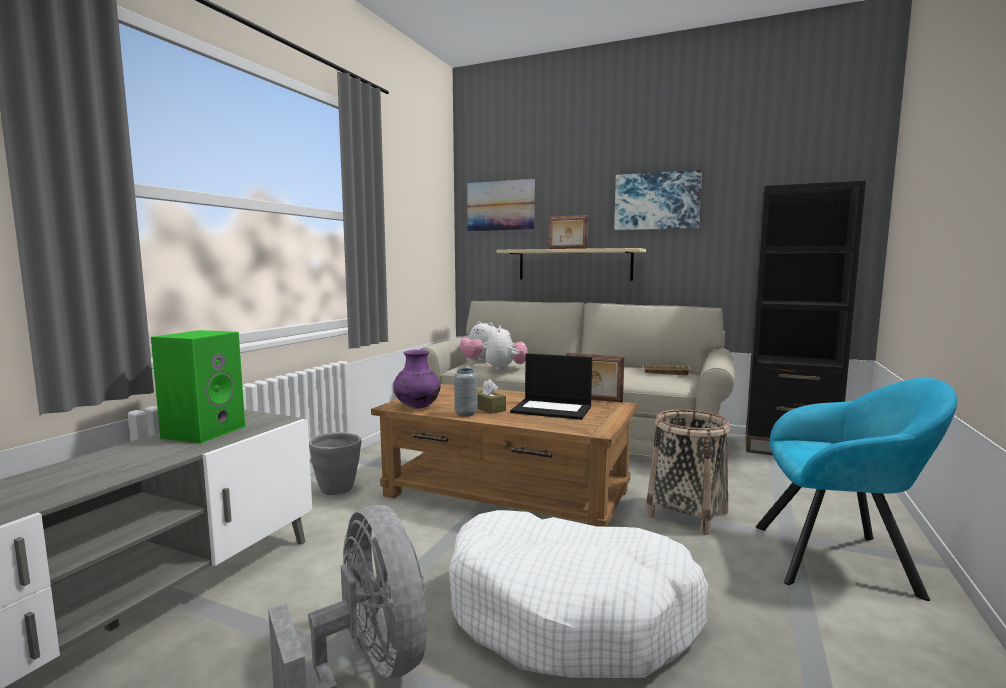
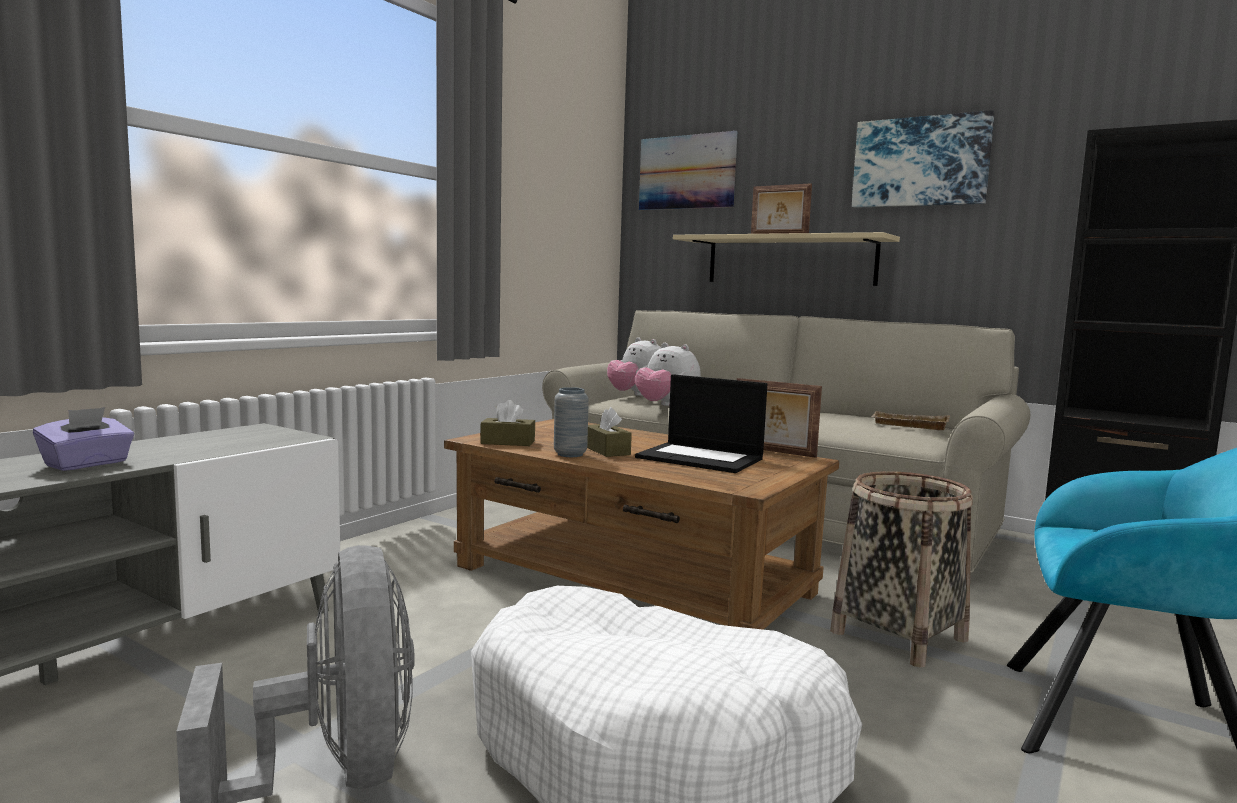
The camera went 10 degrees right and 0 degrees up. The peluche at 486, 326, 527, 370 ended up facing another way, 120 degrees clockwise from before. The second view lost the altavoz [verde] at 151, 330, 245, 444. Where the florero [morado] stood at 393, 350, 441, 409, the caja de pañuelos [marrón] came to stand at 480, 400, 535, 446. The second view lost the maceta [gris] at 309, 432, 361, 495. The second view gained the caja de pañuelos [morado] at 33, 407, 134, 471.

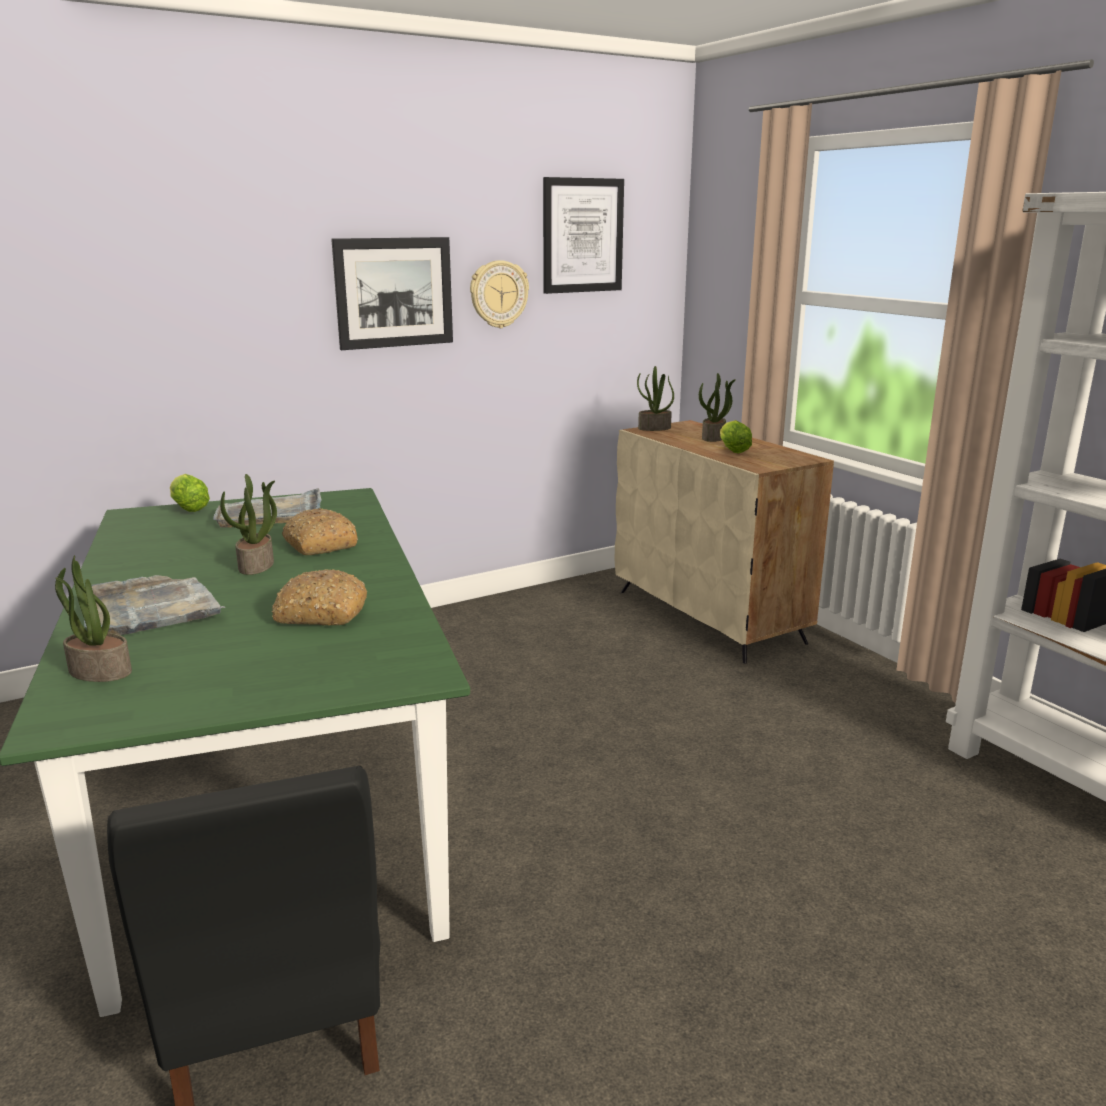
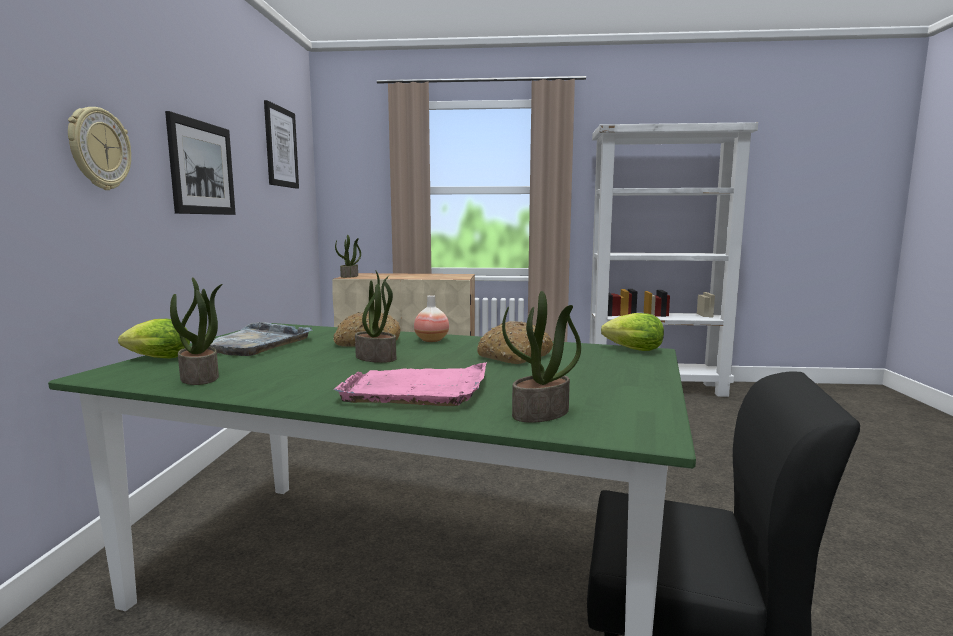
The camera went 55 degrees left and 10 degrees down. The reloj de pared ended up elsewhere, having gone from 470, 260, 529, 328 to 68, 107, 131, 190. The planta en maceta ended up elsewhere, having gone from 699, 373, 736, 442 to 170, 277, 222, 385. The lechuga ended up elsewhere, having gone from 720, 420, 752, 454 to 601, 313, 664, 351. What was the bandeja [gris] at 84, 575, 225, 635 turned into the bandeja [rosa] at 334, 362, 487, 406. The second view gained the florero at 414, 295, 449, 342.

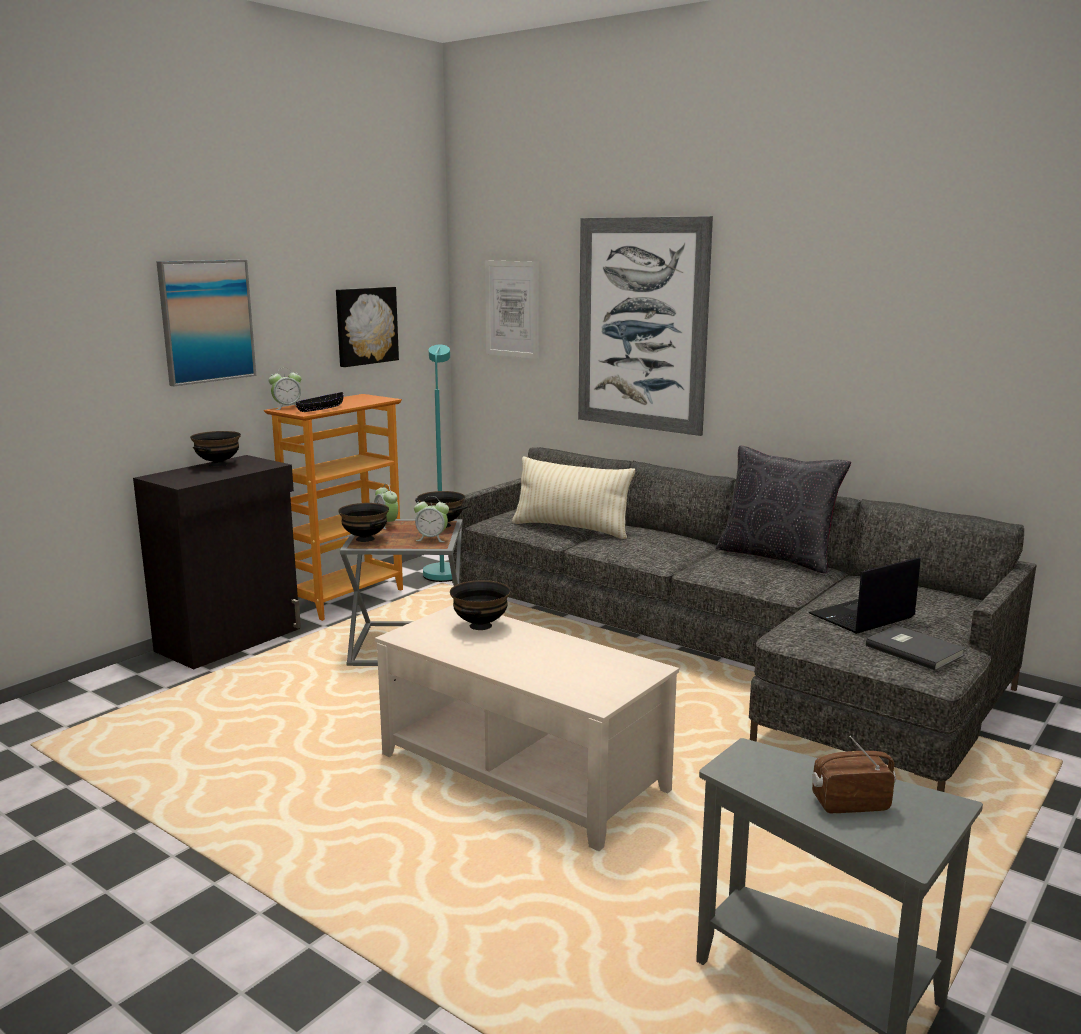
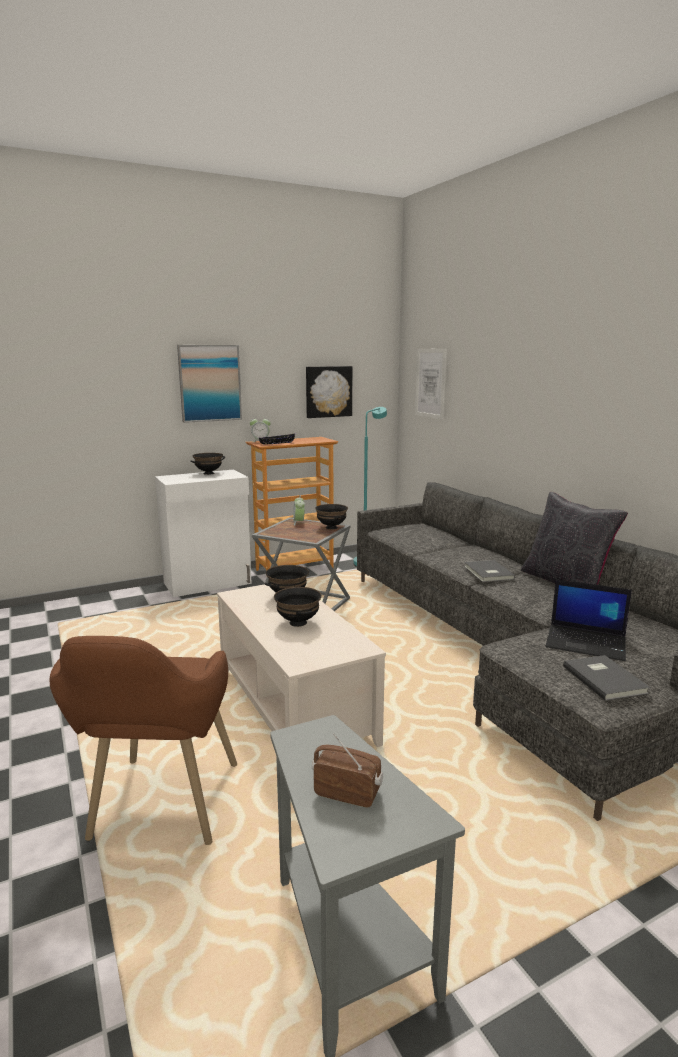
The camera went 25 degrees right and 0 degrees up. The second view lost the cuadro at 578, 216, 713, 436. What was the armario [negro] at 133, 455, 301, 669 turned into the armario [blanco] at 155, 470, 252, 597. The second view lost the cojín [beis] at 512, 457, 635, 539. The second view lost the despertador at 414, 496, 449, 542. The cuenco [negro] ended up elsewhere, having gone from 338, 503, 389, 542 to 274, 587, 322, 627. The portátil at 809, 557, 920, 634 ended up facing another way, 150 degrees counterclockwise from before. The second view gained the libro [gris] at 464, 560, 515, 582. The second view gained the sillón [marrón] at 50, 636, 237, 845.

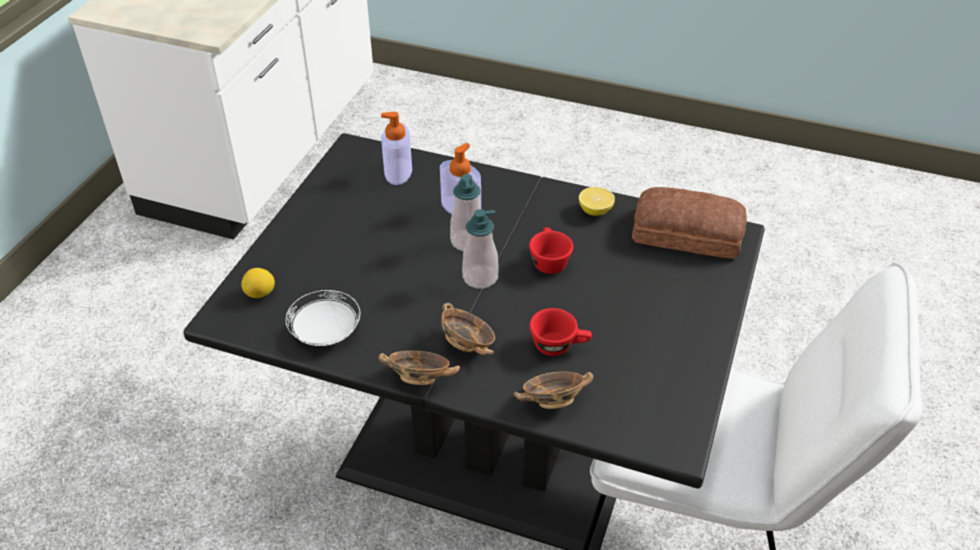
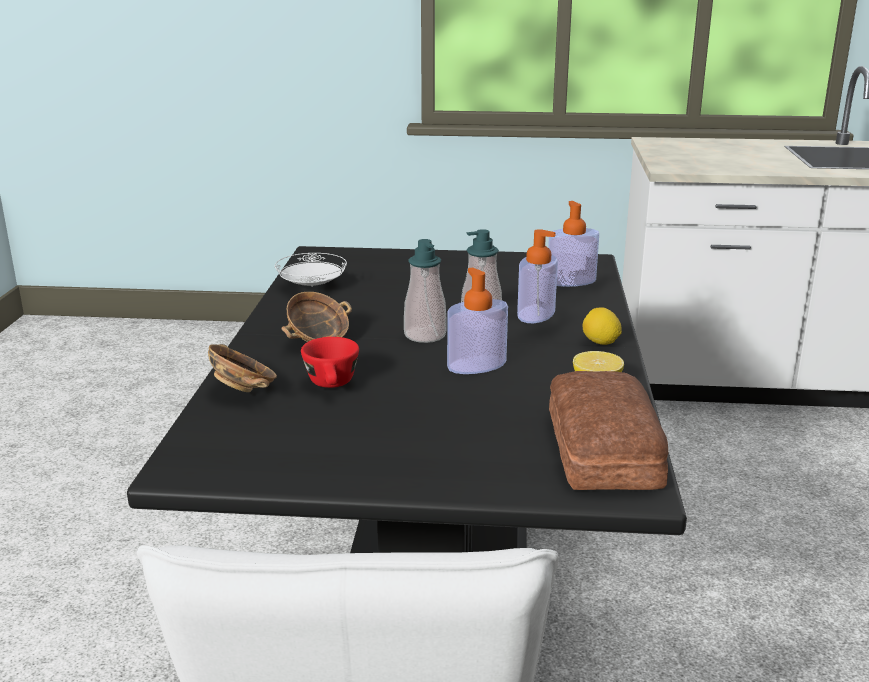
The camera went 75 degrees right and 20 degrees down. Where the taza [rojo] stood at 529, 228, 573, 274, the dispensador de jabón came to stand at 447, 268, 508, 374. The limón ended up elsewhere, having gone from 241, 268, 275, 298 to 583, 307, 622, 345. The second view lost the cuenco at 379, 351, 460, 385.

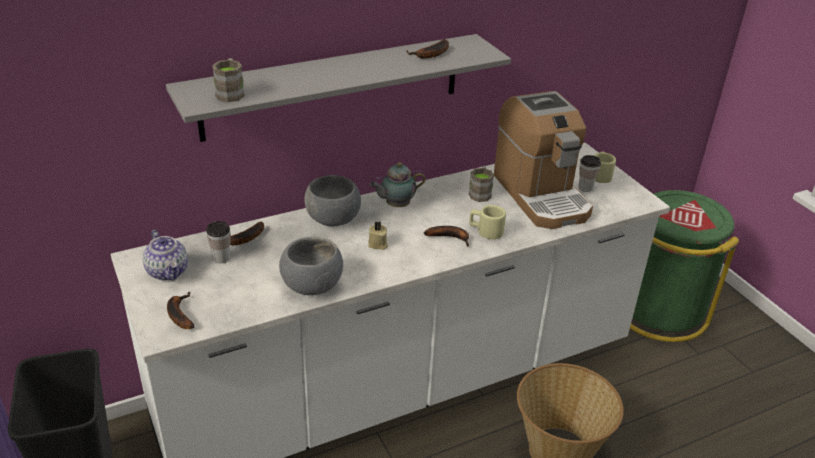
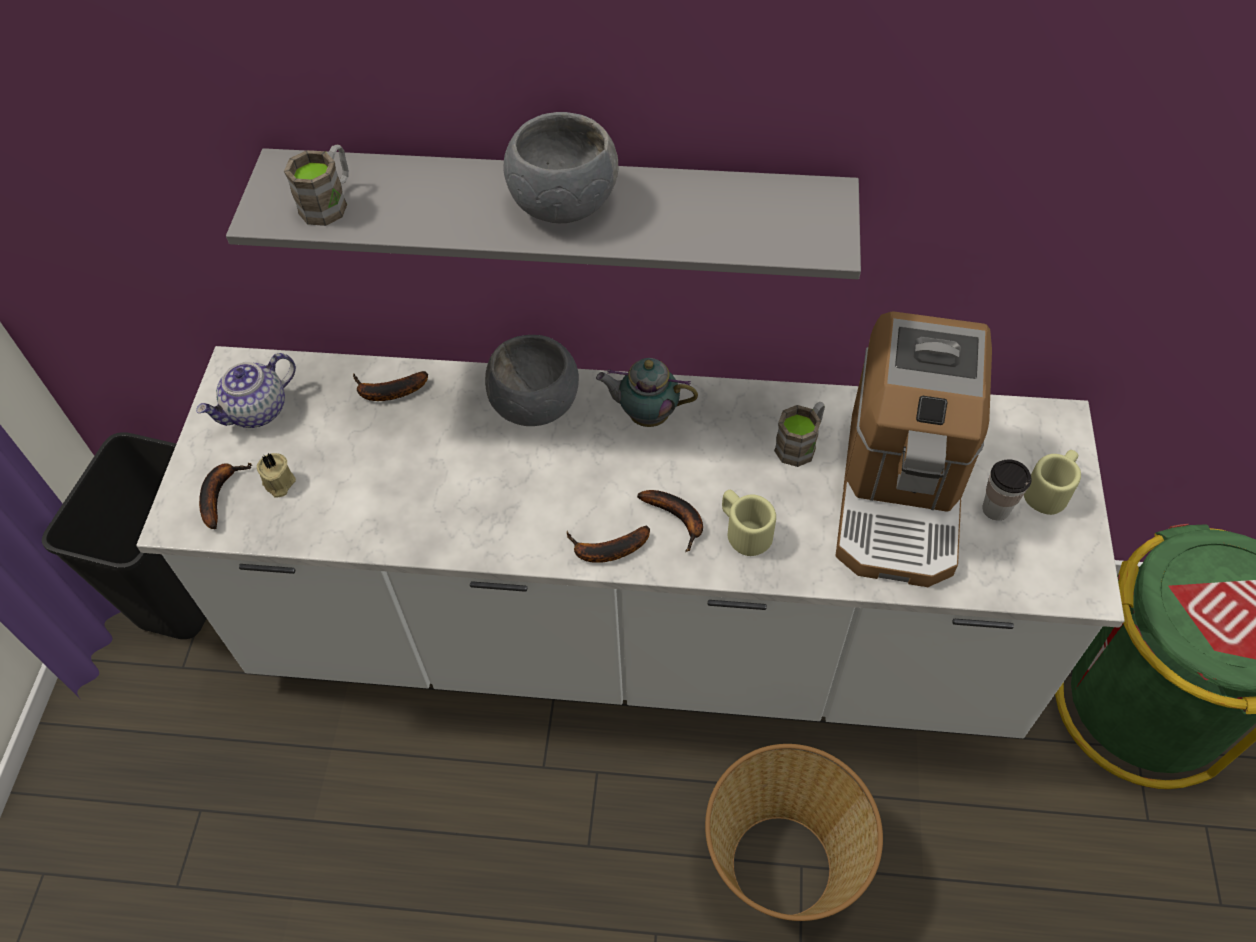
The camera went 35 degrees right and 20 degrees up. The plátano ended up elsewhere, having gone from 406, 39, 449, 59 to 567, 525, 650, 563. The second view lost the taza at 206, 221, 230, 264. The vela [beis] ended up elsewhere, having gone from 368, 221, 388, 250 to 257, 453, 296, 498. The tetera at 143, 230, 188, 281 ended up facing another way, 45 degrees clockwise from before. The cuenco [gris] ended up elsewhere, having gone from 279, 237, 343, 295 to 504, 112, 619, 223.

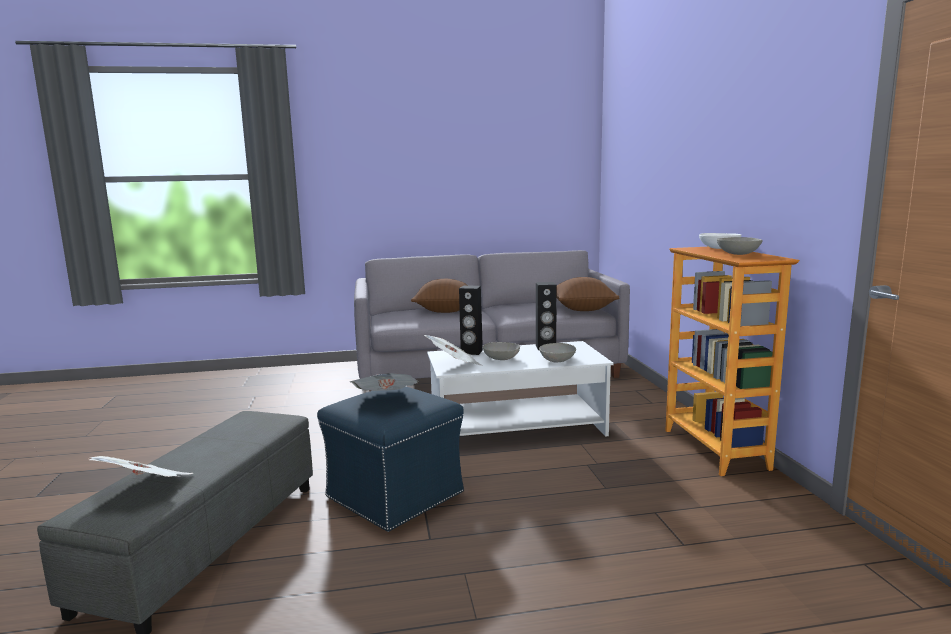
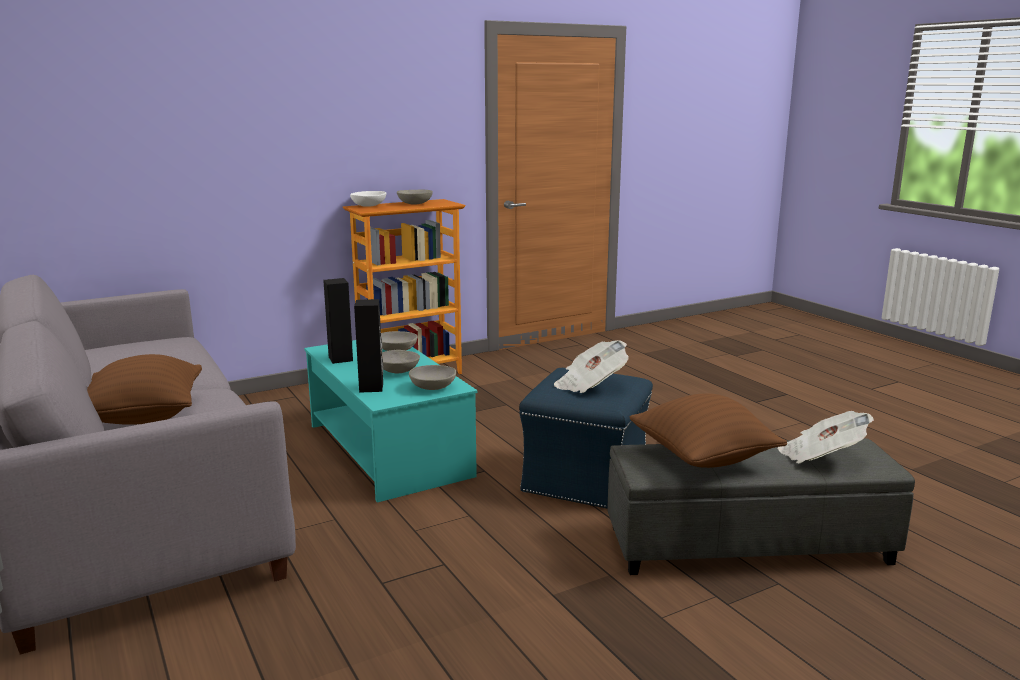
The camera went 110 degrees left and 5 degrees up. The cojín [marrón] ended up elsewhere, having gone from 557, 277, 619, 311 to 630, 393, 787, 468. Where the periódico stood at 424, 335, 483, 366, the cuenco [gris] came to stand at 409, 365, 456, 390. What was the mesa de centro [blanco] at 427, 341, 614, 437 turned into the mesa de centro [turquesa] at 304, 340, 478, 503.

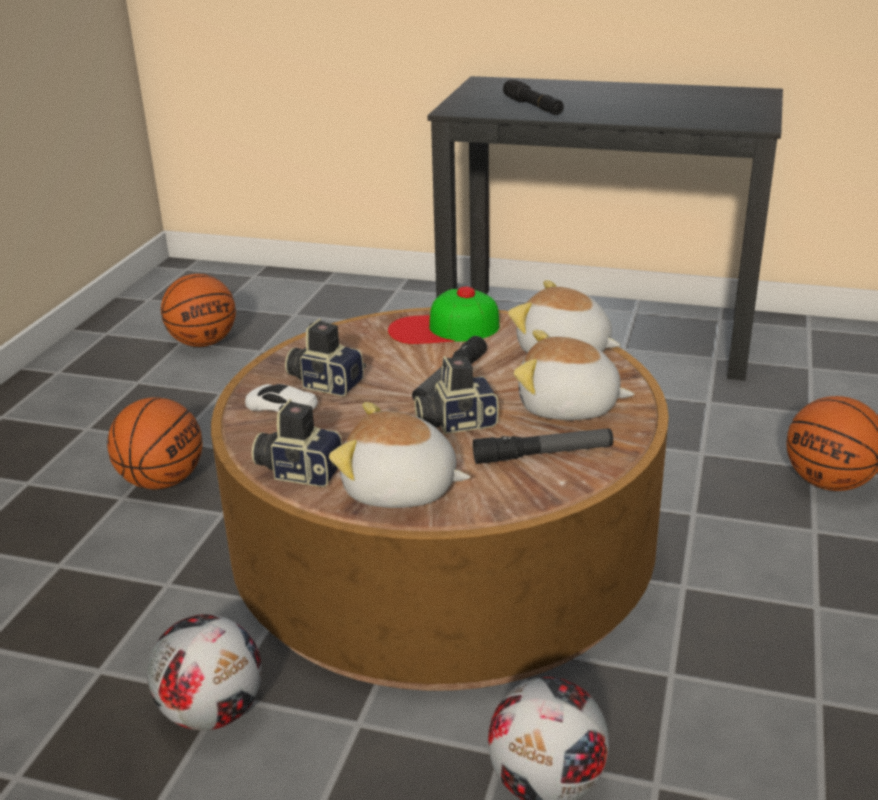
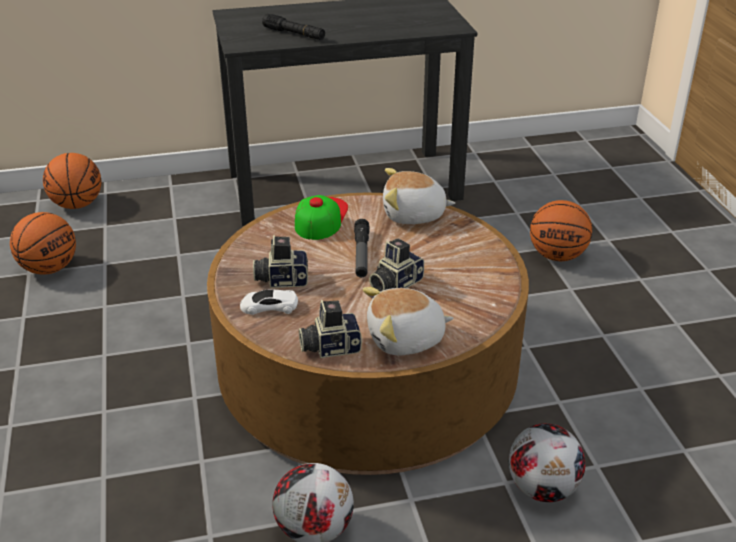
The camera went 30 degrees left and 5 degrees up. The gorra at 388, 287, 499, 344 ended up facing another way, 135 degrees clockwise from before. The second view lost the peluche at 514, 330, 634, 420. The balón de baloncesto ended up elsewhere, having gone from 107, 397, 203, 489 to 43, 153, 102, 209. The second view lost the linterna at 473, 428, 613, 464.

